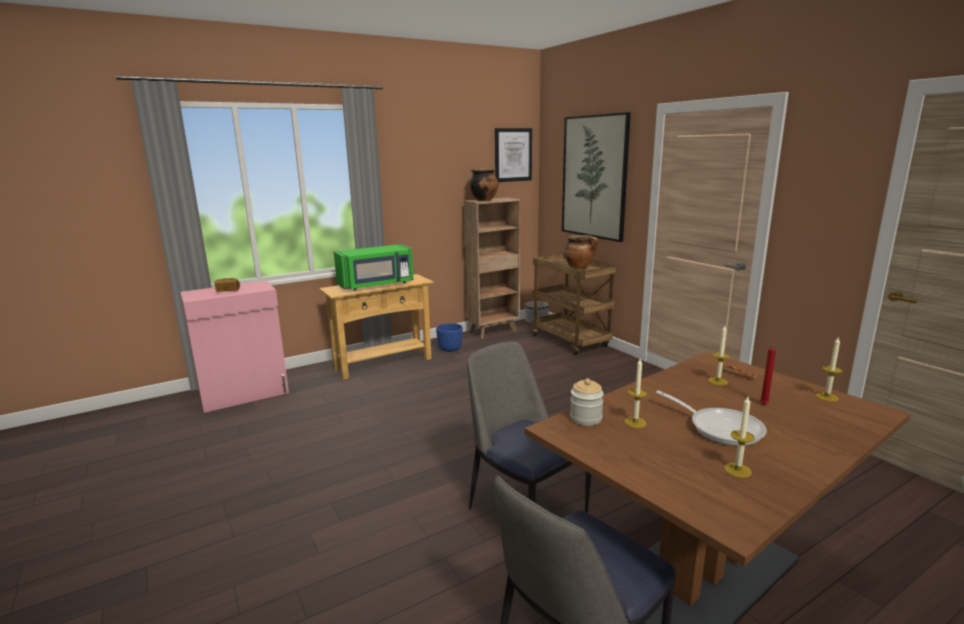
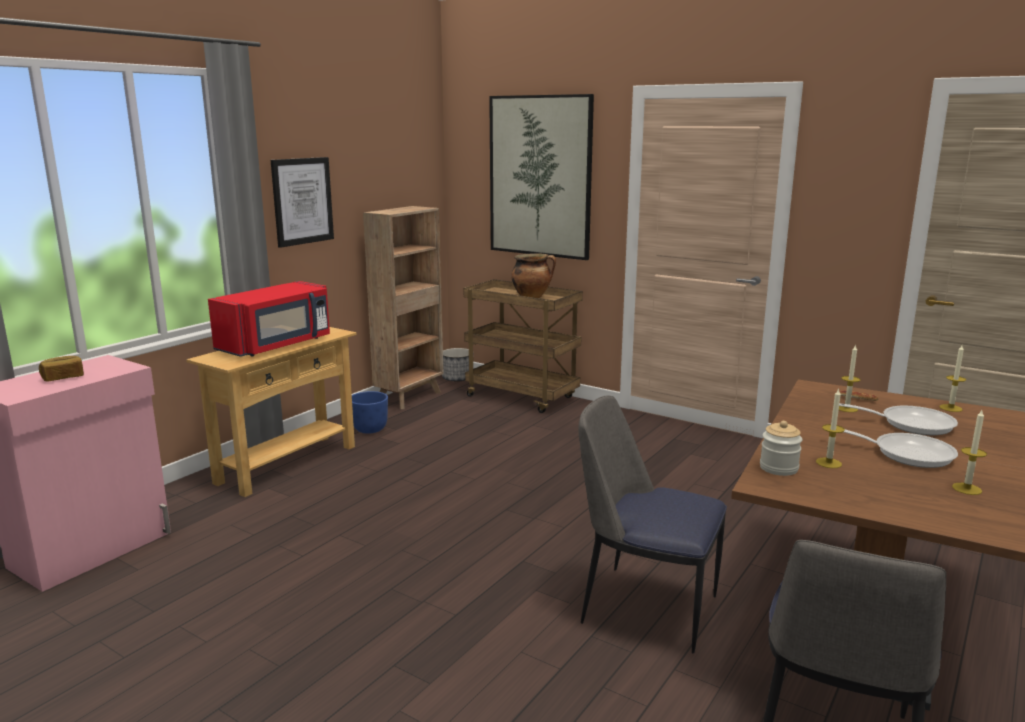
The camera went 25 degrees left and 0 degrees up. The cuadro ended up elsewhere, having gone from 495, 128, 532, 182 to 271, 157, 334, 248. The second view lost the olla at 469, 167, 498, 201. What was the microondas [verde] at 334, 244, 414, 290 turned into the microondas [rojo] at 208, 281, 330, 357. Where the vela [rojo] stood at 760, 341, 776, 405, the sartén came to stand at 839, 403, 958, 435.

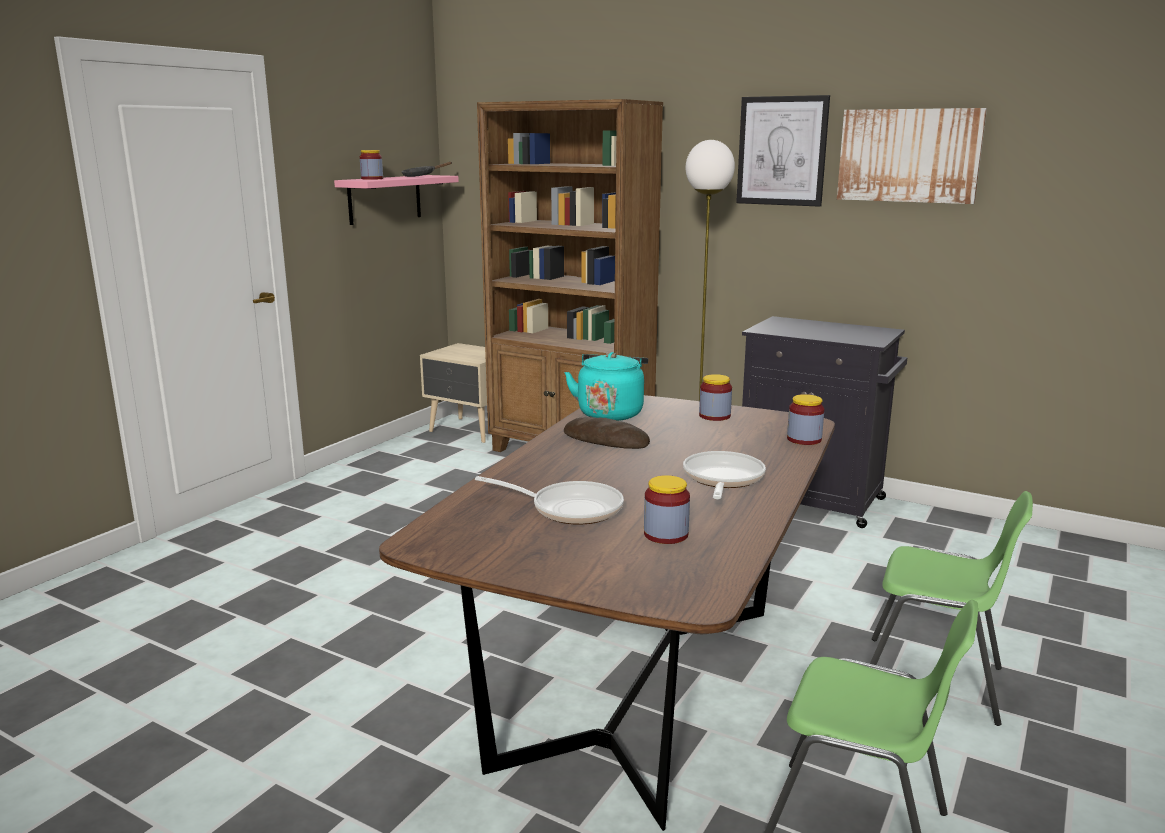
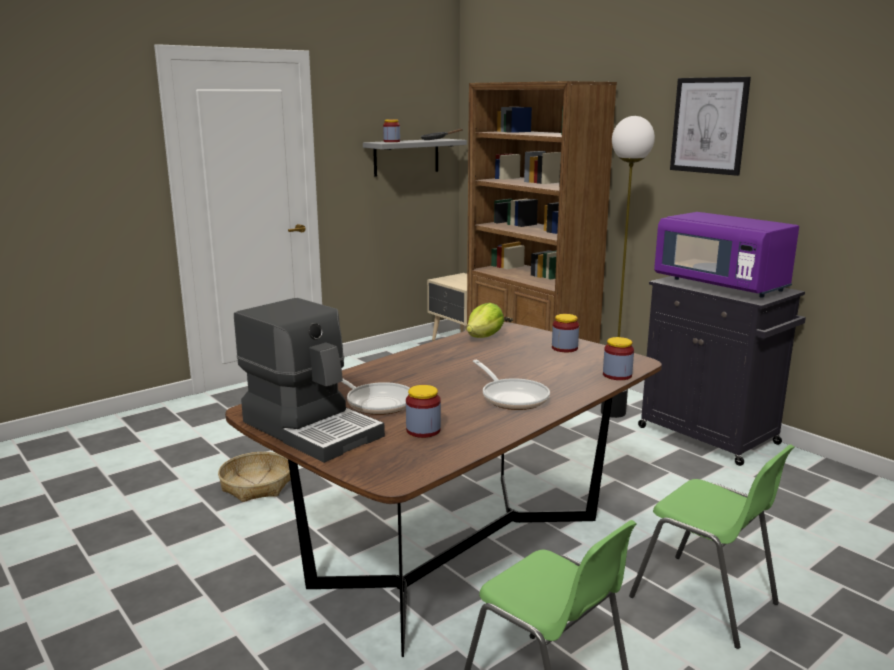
The camera went 20 degrees right and 0 degrees up. The second view lost the cuadro at 837, 108, 987, 204. What was the estante [rosa] at 334, 175, 459, 225 turned into the estante [gris] at 363, 139, 467, 177. Where the hervidor [turquesa] stood at 565, 352, 648, 421, the lechuga came to stand at 467, 303, 504, 338. The second view lost the pan at 564, 417, 650, 449. The sartén at 683, 451, 766, 499 ended up facing another way, 120 degrees clockwise from before. The second view gained the microondas [morado] at 654, 212, 799, 298. The second view gained the cafetera at 234, 298, 385, 463. The second view gained the cesta at 218, 452, 291, 502.

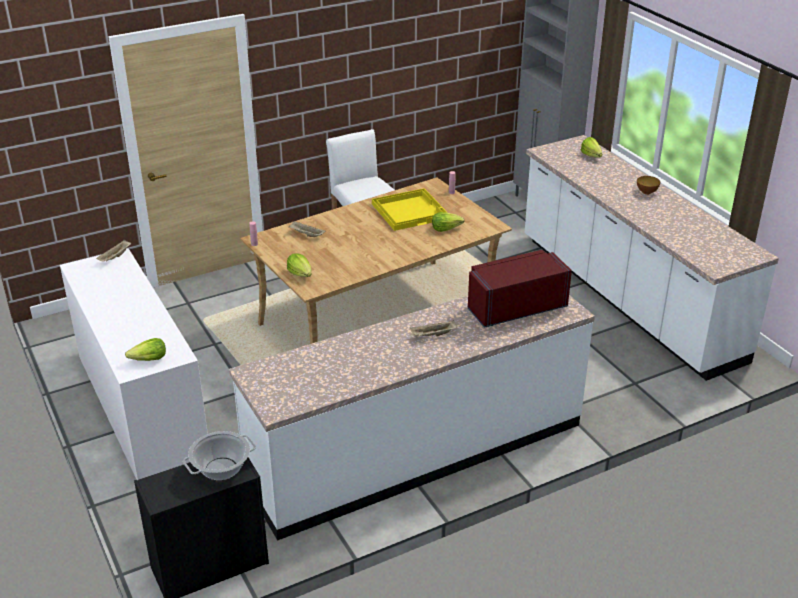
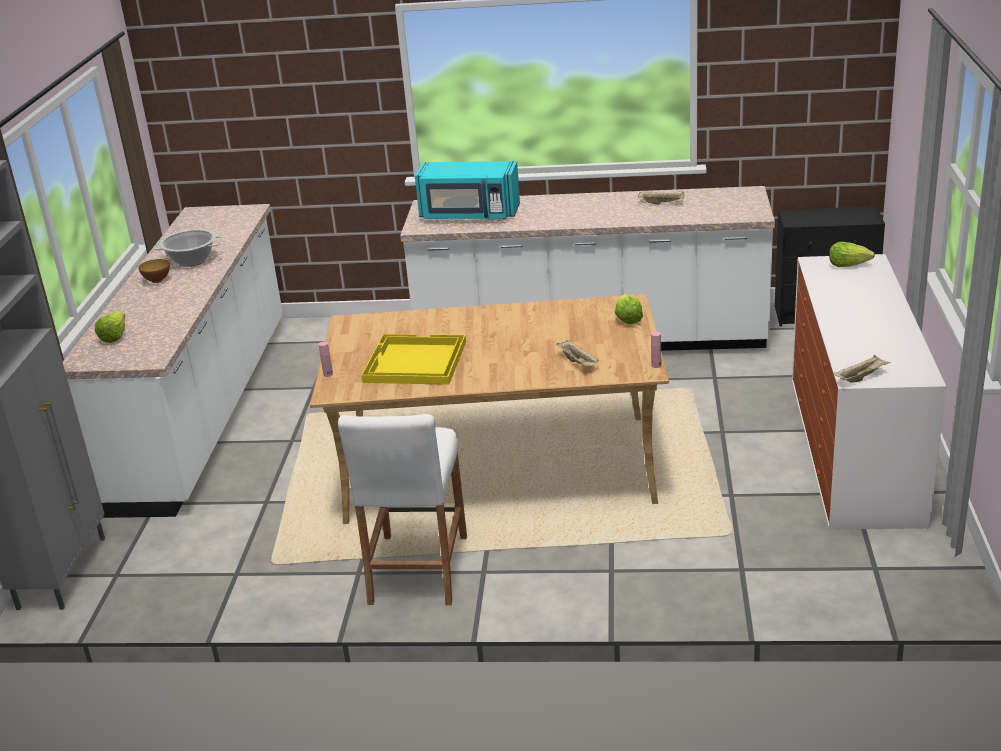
The camera went 145 degrees left and 5 degrees down. The second view lost the lechuga at 432, 212, 465, 232. What was the microondas [rojo] at 468, 250, 572, 328 turned into the microondas [turquesa] at 415, 161, 520, 219. The bandeja [beis] ended up elsewhere, having gone from 410, 320, 457, 336 to 638, 191, 685, 204. The olla ended up elsewhere, having gone from 183, 431, 256, 480 to 154, 229, 222, 267.

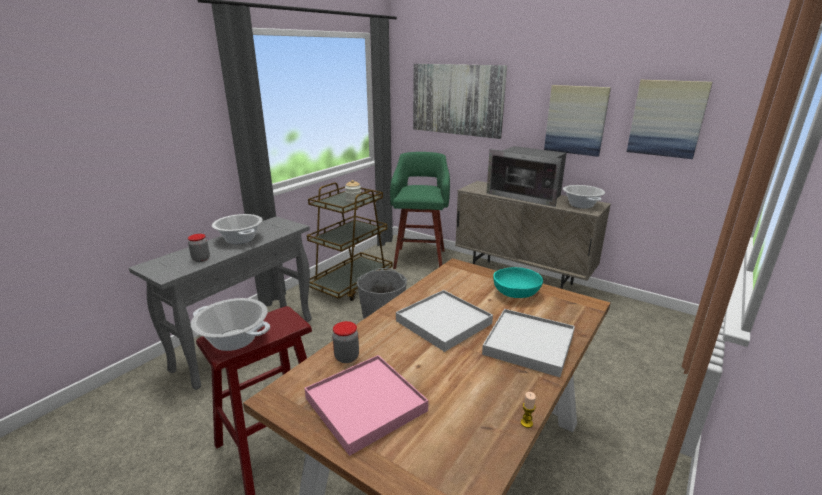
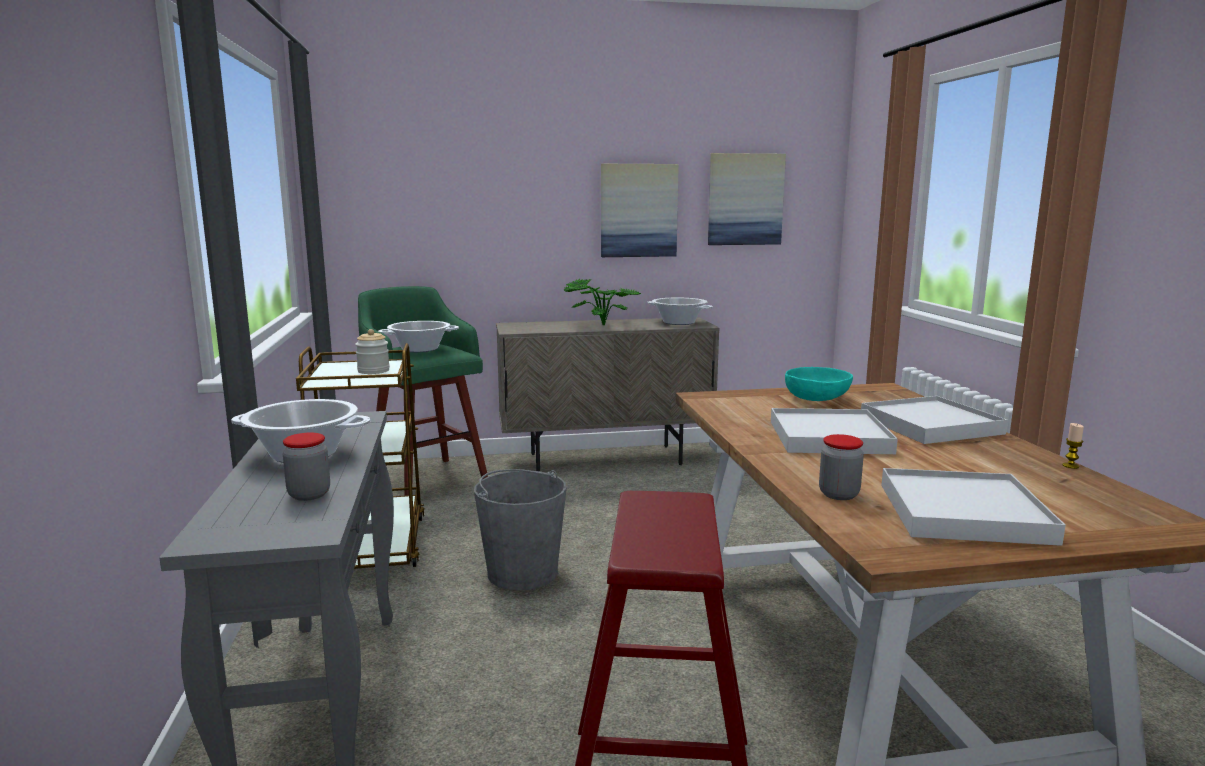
The camera went 45 degrees left and 10 degrees down. The second view lost the cuadro at 413, 64, 507, 139. Where the microondas stood at 486, 146, 566, 207, the planta en maceta came to stand at 563, 279, 641, 325. The olla ended up elsewhere, having gone from 191, 298, 270, 351 to 379, 321, 459, 353. What was the bandeja [rosa] at 305, 355, 428, 456 turned into the bandeja [blanco] at 882, 468, 1066, 546.

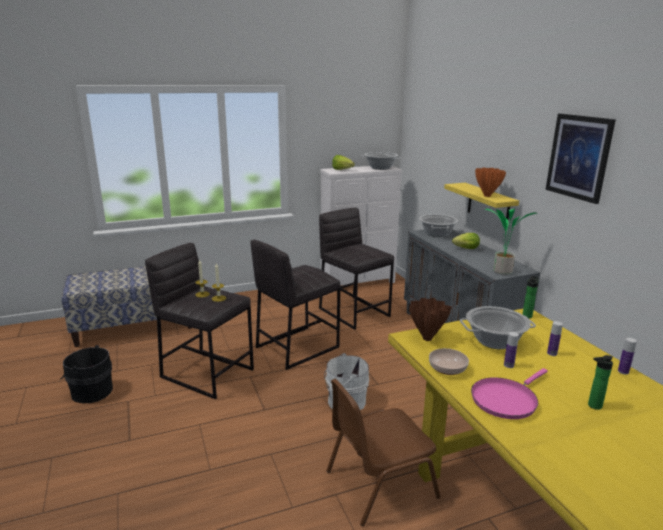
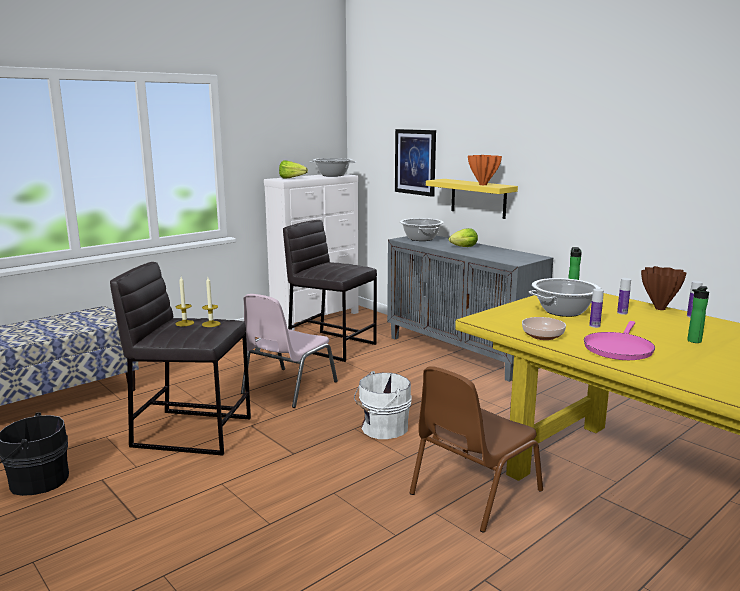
The camera went 20 degrees left and 5 degrees down. The cuadro ended up elsewhere, having gone from 545, 114, 616, 204 to 395, 129, 436, 197. The second view lost the planta en maceta at 484, 209, 537, 275. Where the taburete [gris] stood at 250, 240, 340, 370, the silla [rosa] came to stand at 241, 294, 338, 408. The florero [marrón] ended up elsewhere, having gone from 410, 298, 452, 341 to 641, 266, 686, 310.

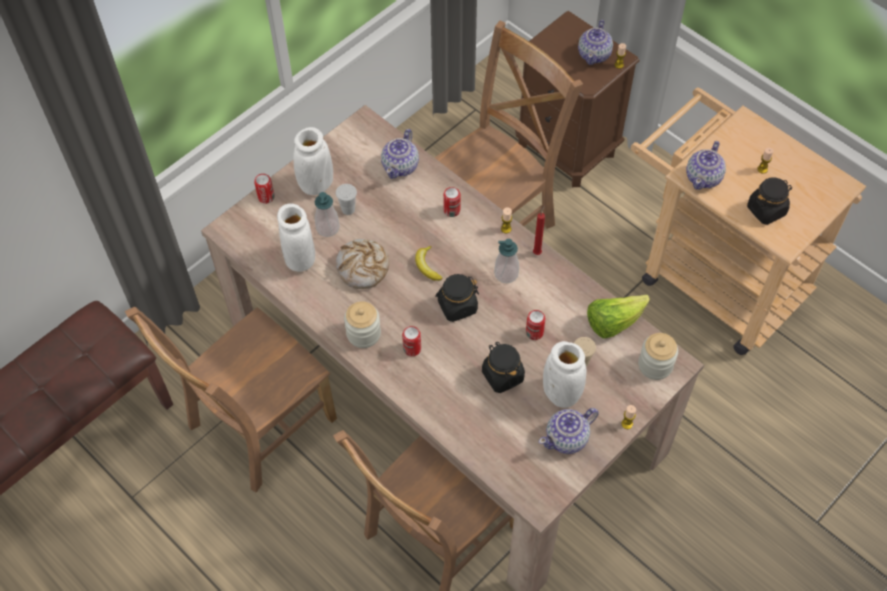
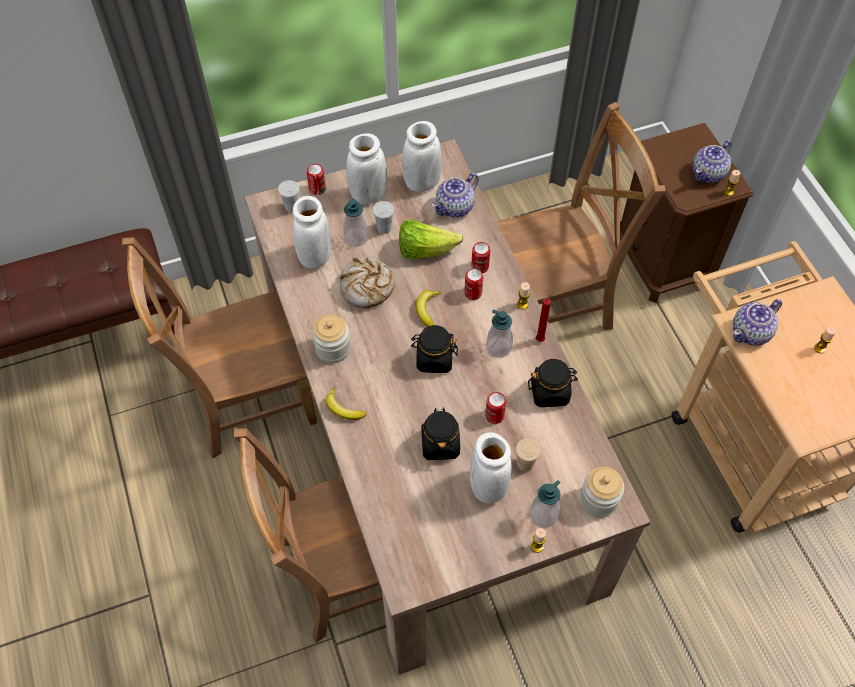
The camera went 25 degrees right and 0 degrees up. The tarro [negro] ended up elsewhere, having gone from 747, 177, 792, 225 to 528, 359, 578, 407. The lechuga ended up elsewhere, having gone from 587, 294, 650, 339 to 399, 219, 464, 260. The lata ended up elsewhere, having gone from 402, 326, 421, 356 to 464, 268, 483, 300. The second view lost the tetera at 539, 408, 598, 454. The second view gained the florero [blanco] at 402, 121, 442, 192. The second view gained the taza [blanco] at 278, 180, 300, 213. The second view gained the plátano at 326, 387, 366, 420. The second view gained the dispensador de jabón at 530, 480, 561, 528.

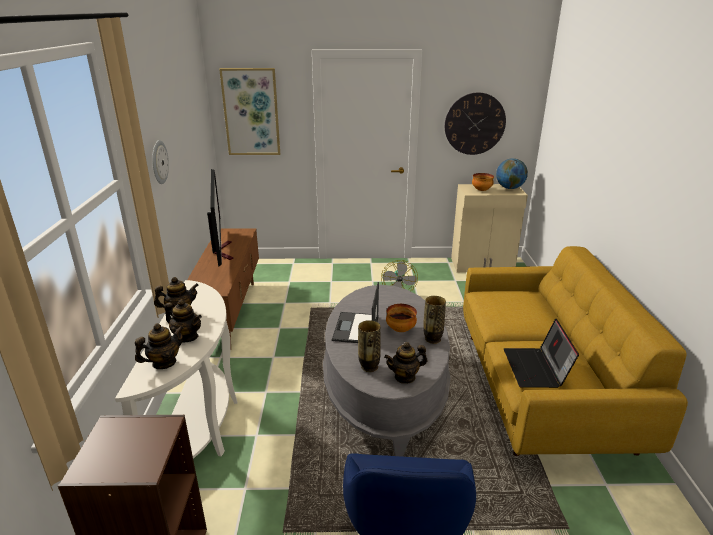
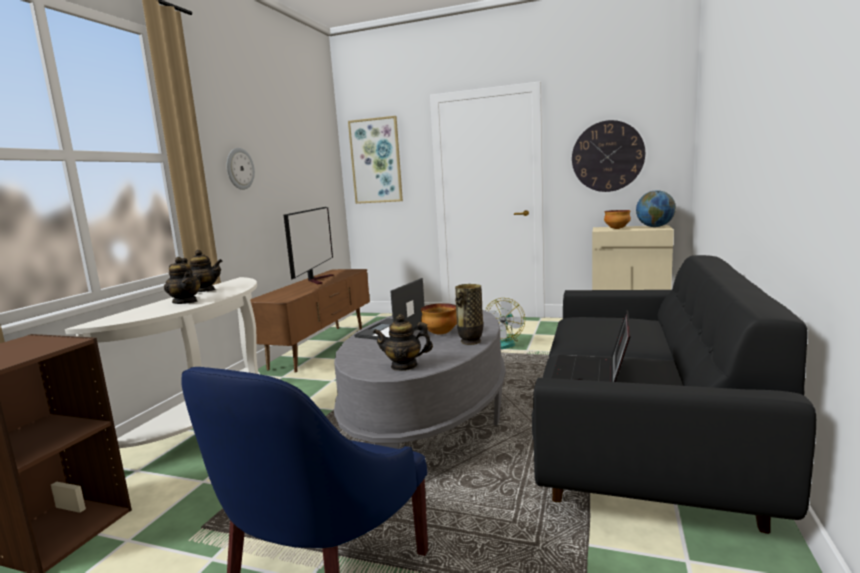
The camera went 20 degrees right and 15 degrees down. What was the sofá [amarillo] at 463, 246, 688, 456 turned into the sofá [negro] at 531, 255, 816, 534. The second view lost the florero at 358, 320, 381, 372. The second view lost the tetera at 135, 323, 184, 369.

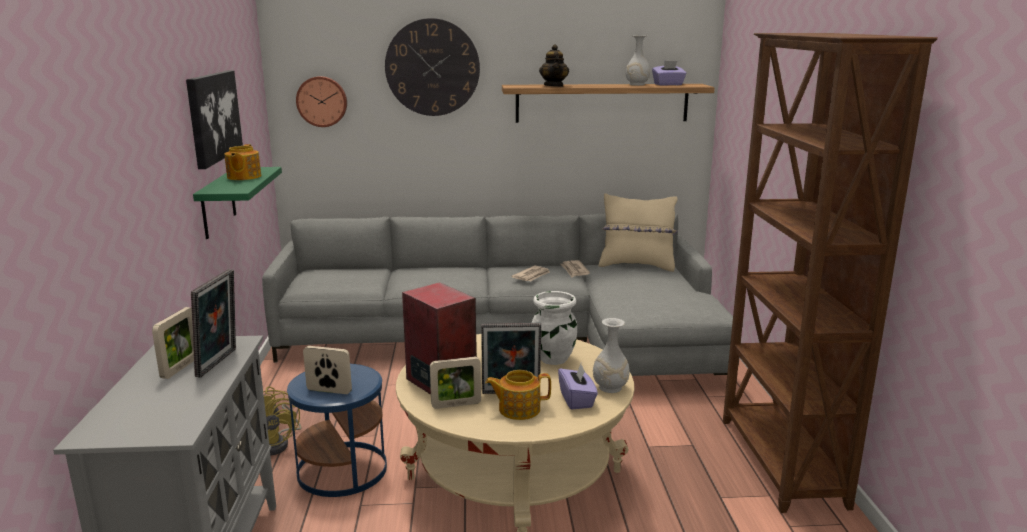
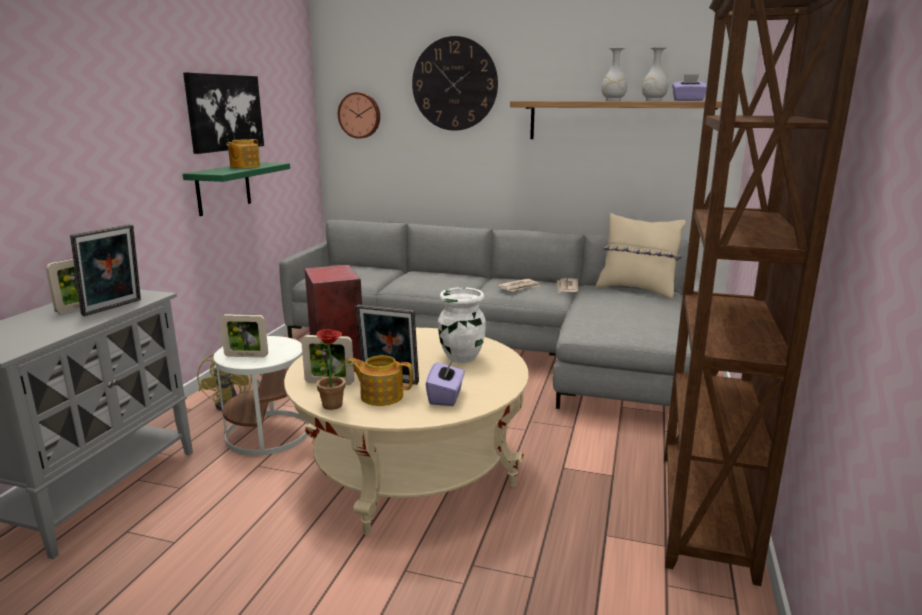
The camera went 20 degrees right and 0 degrees up. The second view lost the tetera at 539, 44, 569, 87. The florero [blanco] ended up elsewhere, having gone from 593, 318, 630, 393 to 601, 48, 627, 101. The portarretratos at 303, 346, 352, 394 ended up facing another way, 150 degrees clockwise from before. What was the mesa auxiliar [azul] at 287, 364, 387, 497 turned into the mesa auxiliar [blanco] at 213, 336, 309, 456. The second view gained the planta en maceta at 310, 329, 357, 410.

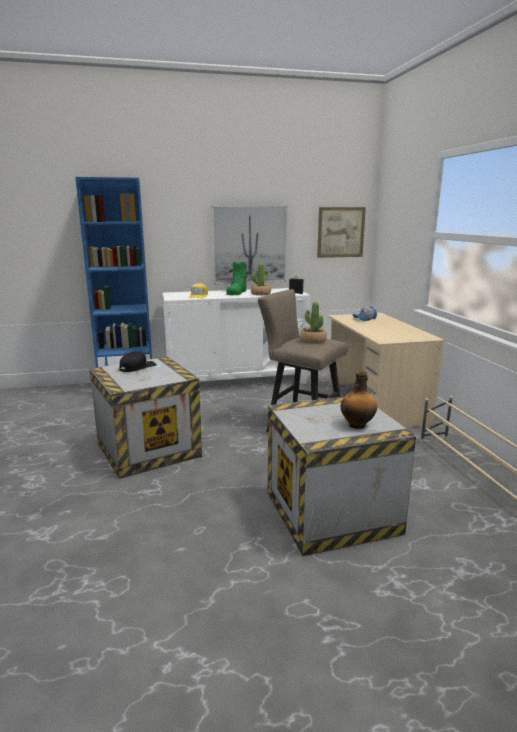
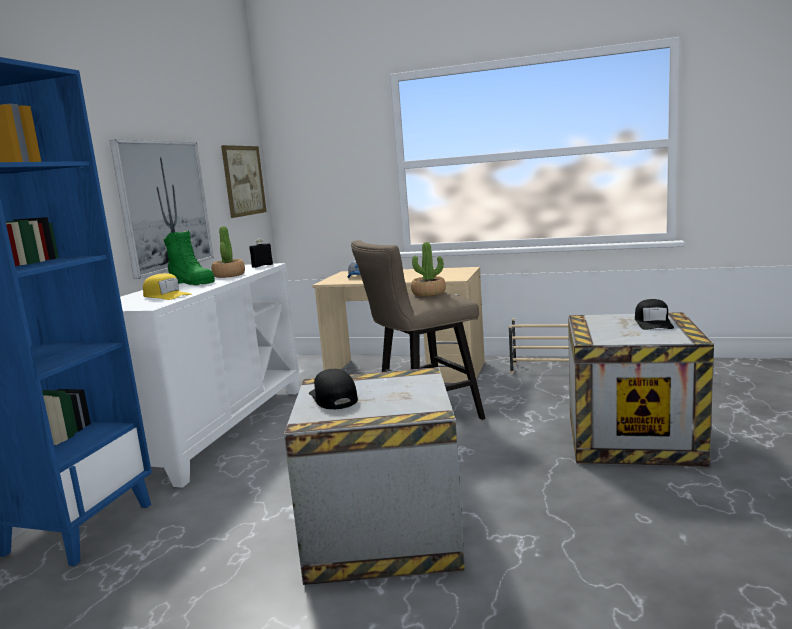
The camera went 60 degrees left and 5 degrees down. Where the botella stood at 341, 370, 377, 429, the gorra [negro] came to stand at 635, 299, 674, 330.

